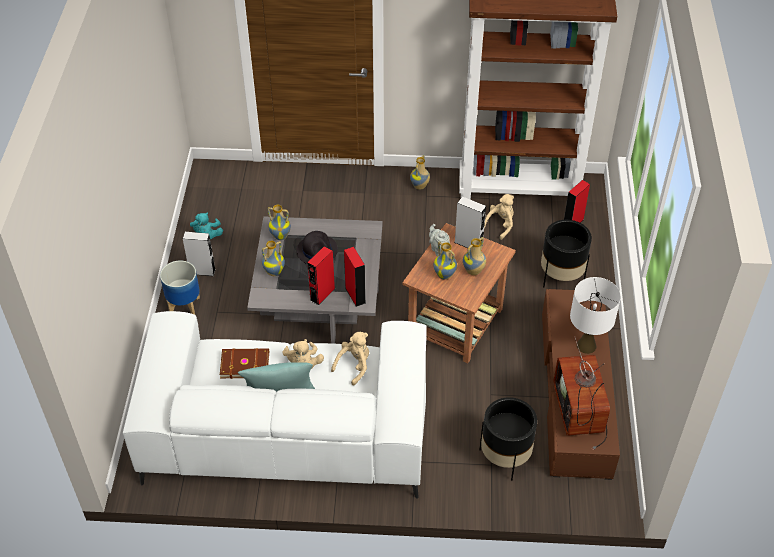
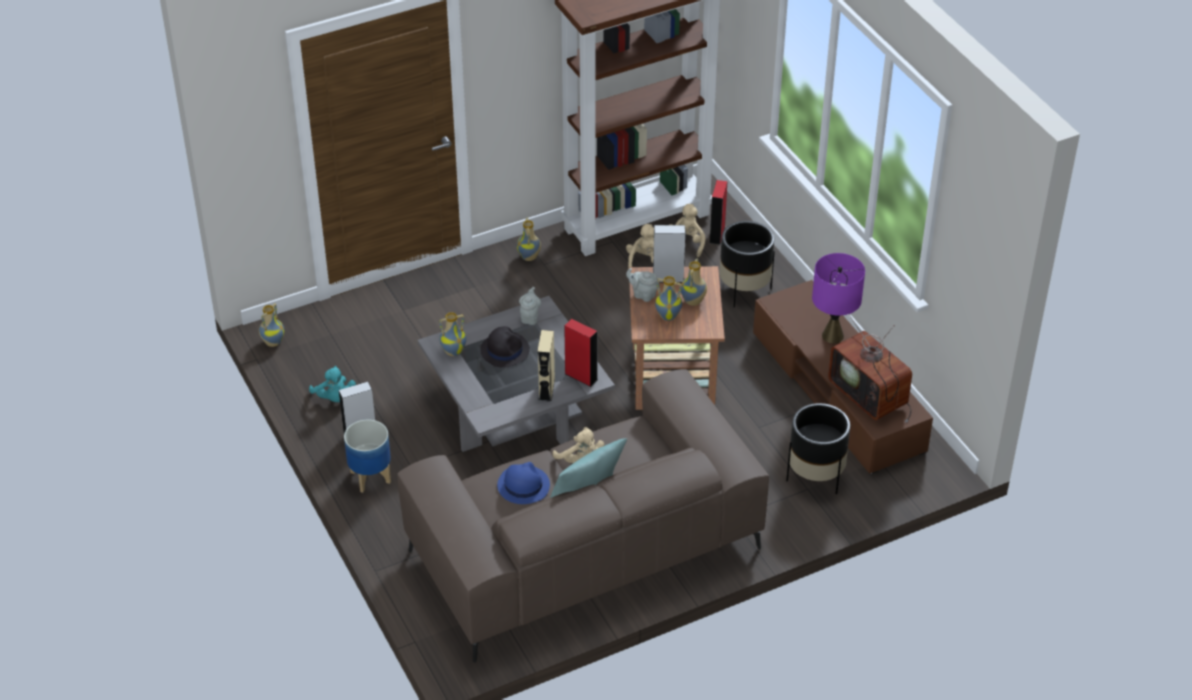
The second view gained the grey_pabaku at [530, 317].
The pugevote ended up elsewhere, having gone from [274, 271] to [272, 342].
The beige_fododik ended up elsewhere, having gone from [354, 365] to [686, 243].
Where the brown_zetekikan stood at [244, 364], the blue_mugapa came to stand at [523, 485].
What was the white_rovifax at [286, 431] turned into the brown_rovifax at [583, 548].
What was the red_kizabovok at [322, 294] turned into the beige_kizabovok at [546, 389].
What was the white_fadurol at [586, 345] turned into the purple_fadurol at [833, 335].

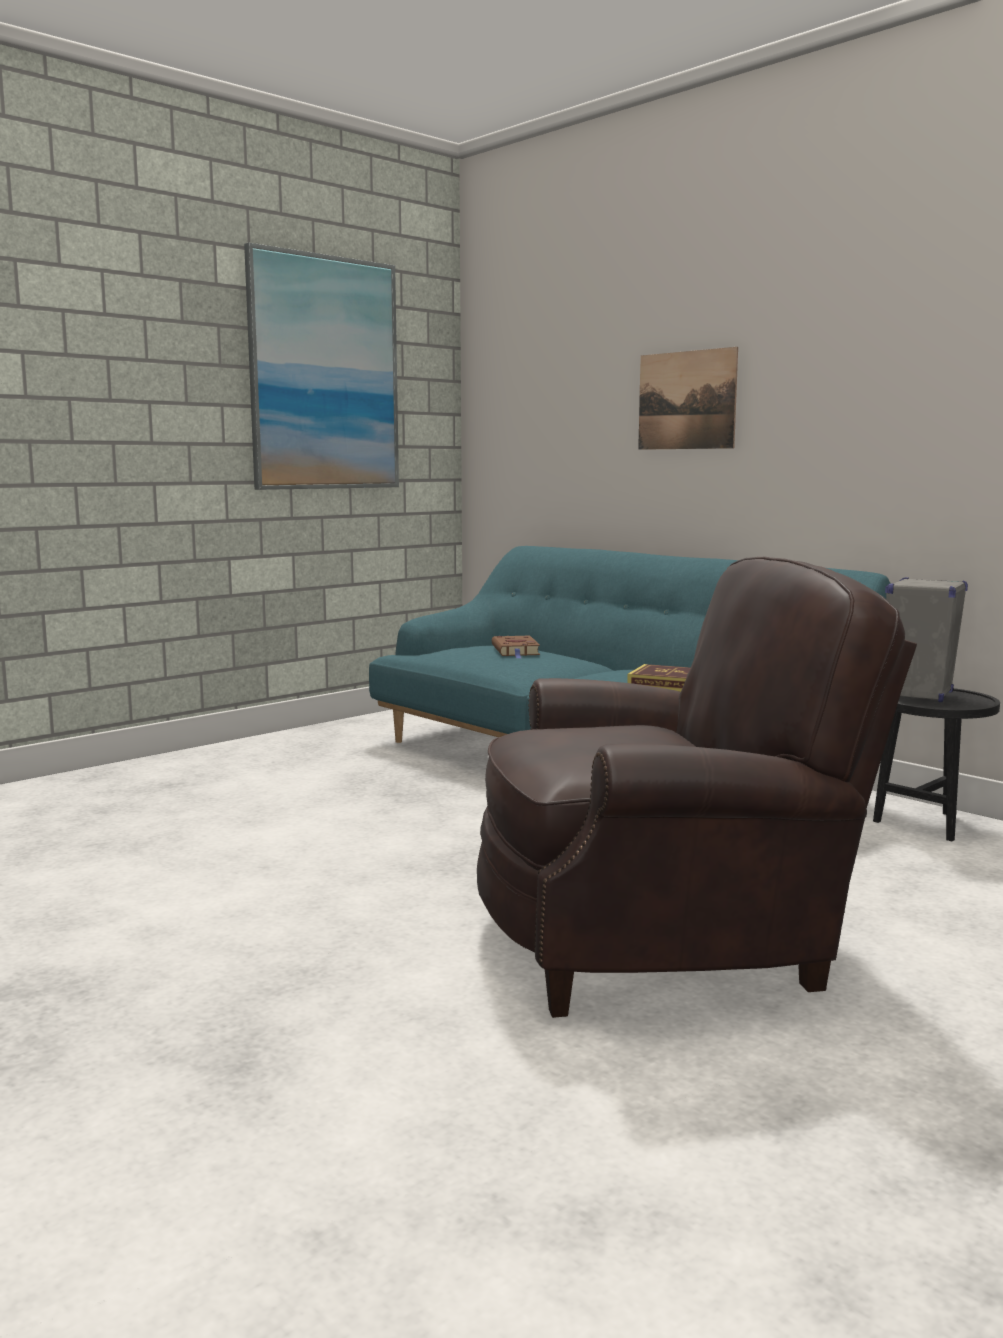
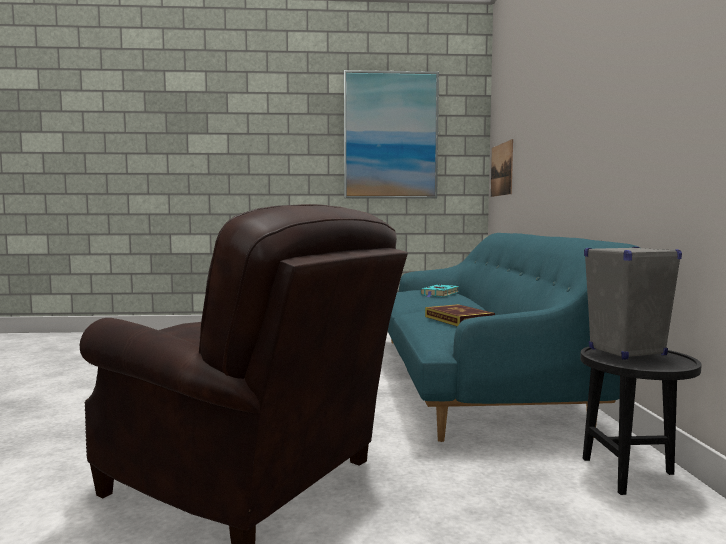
The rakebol ended up elsewhere, having gone from [686, 400] to [501, 169].
What was the brown_zetekikan at [516, 651] turned into the turquoise_zetekikan at [439, 294].

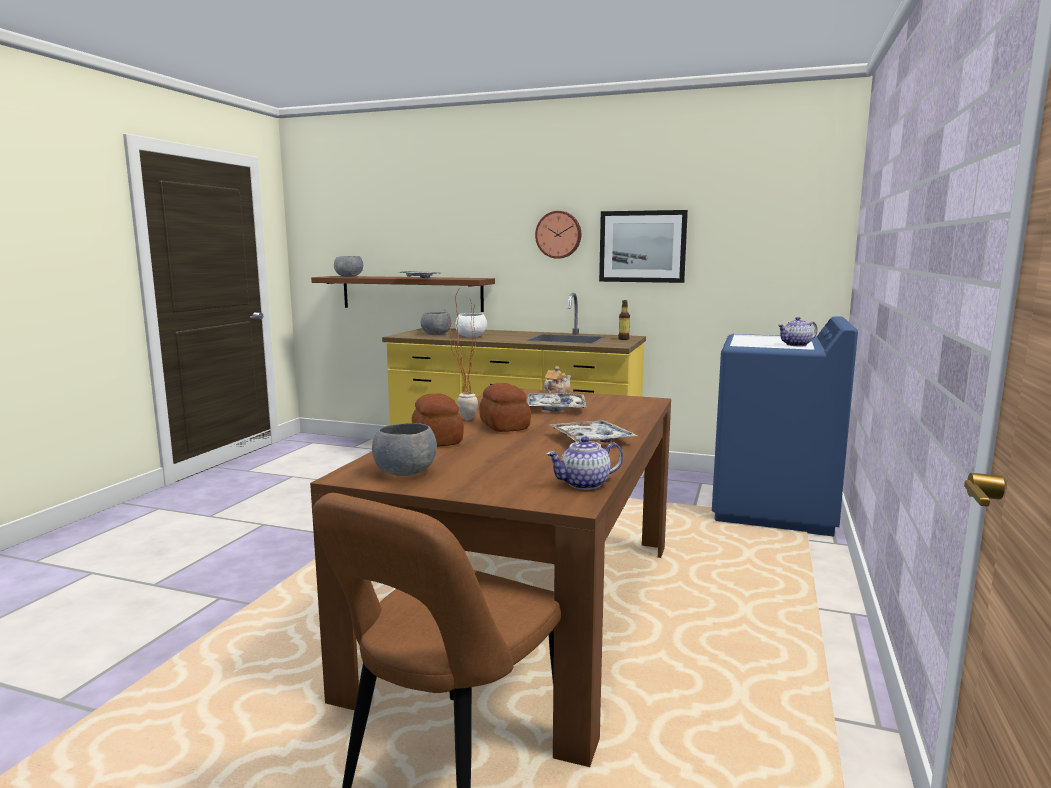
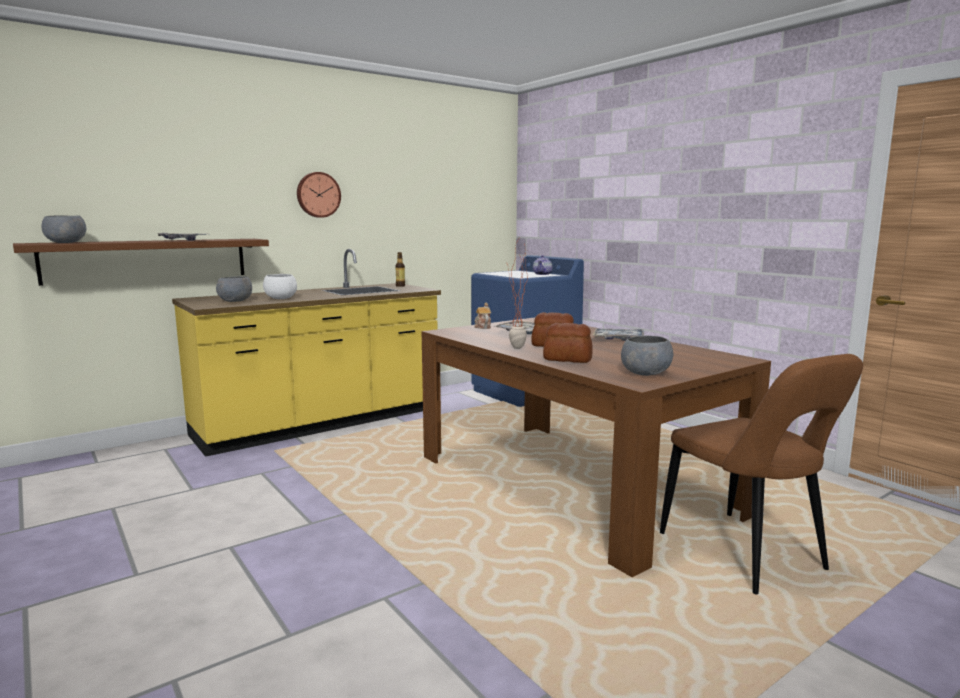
The second view lost the pabaku at [584, 484].
The second view lost the rakebol at [642, 246].

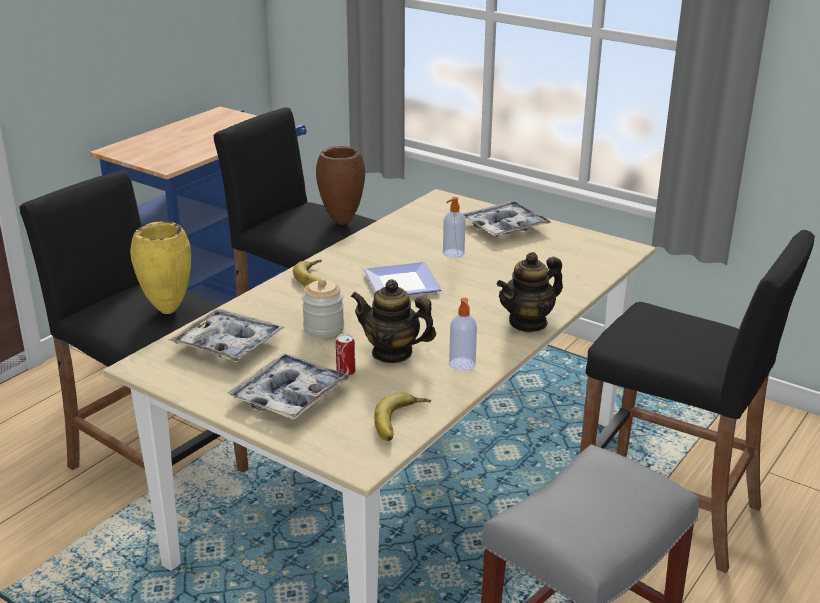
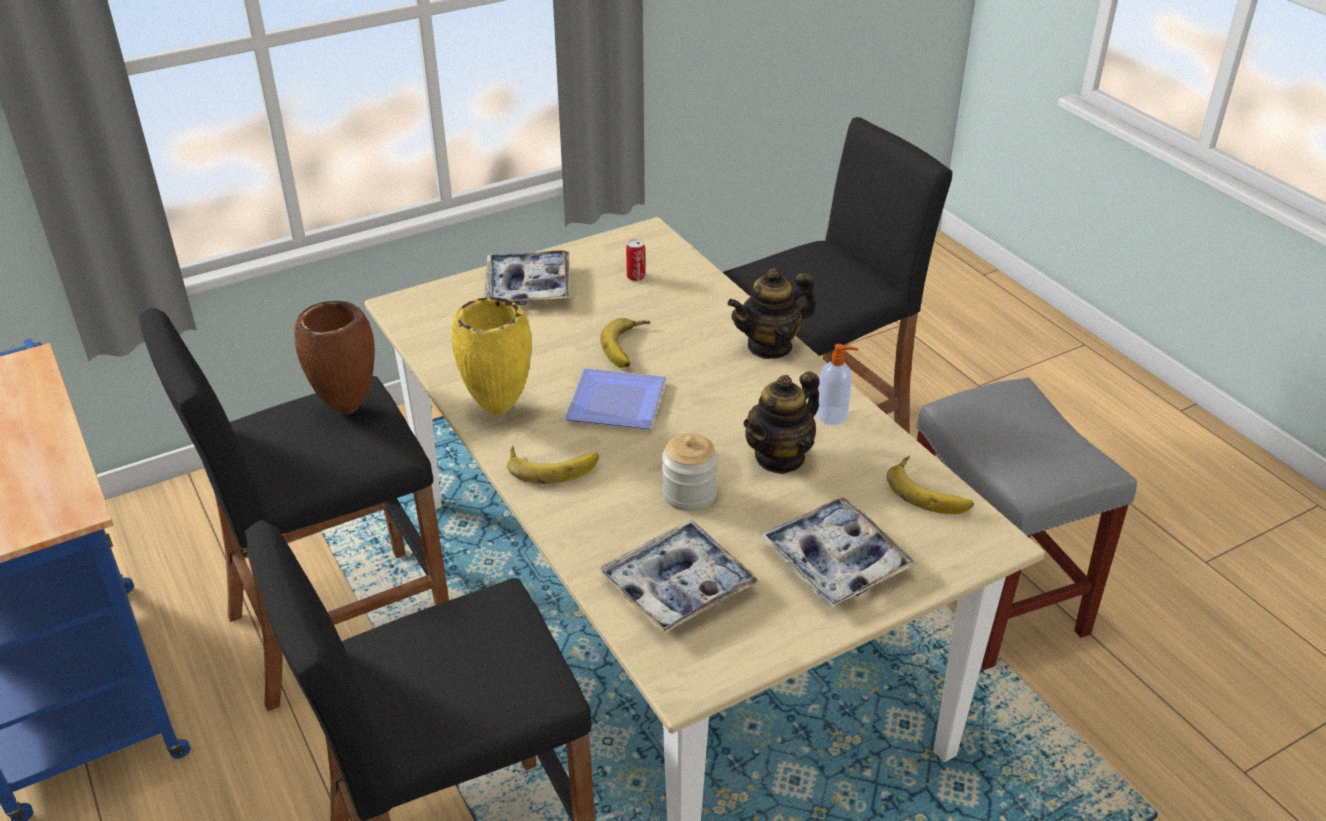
The second view lost the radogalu at [453, 254].
The second view gained the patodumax at [629, 347].
The yellow_pugevote ended up elsewhere, having gone from [166, 311] to [498, 411].
The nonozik ended up elsewhere, having gone from [346, 372] to [636, 277].
The pabaku at [528, 322] ended up facing another way, 75 degrees clockwise from before.

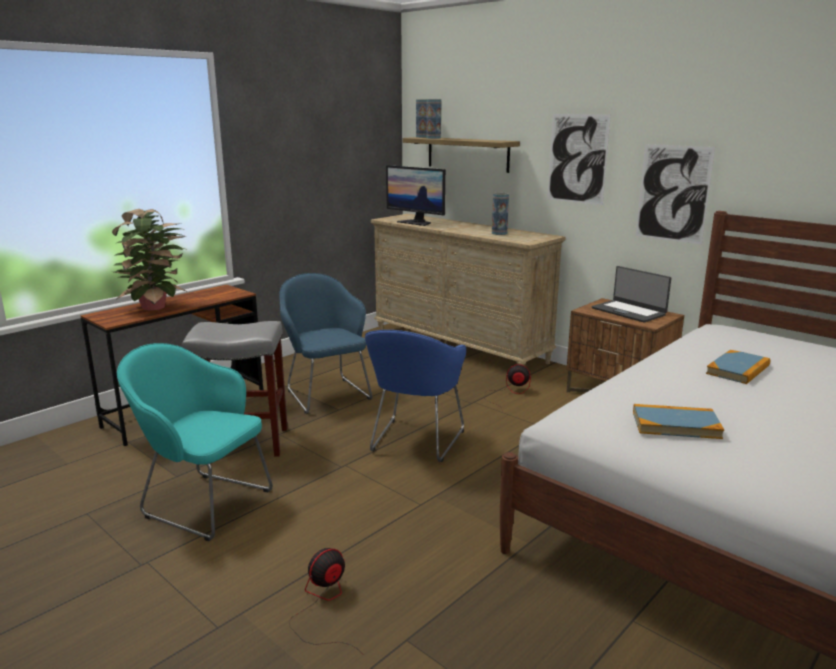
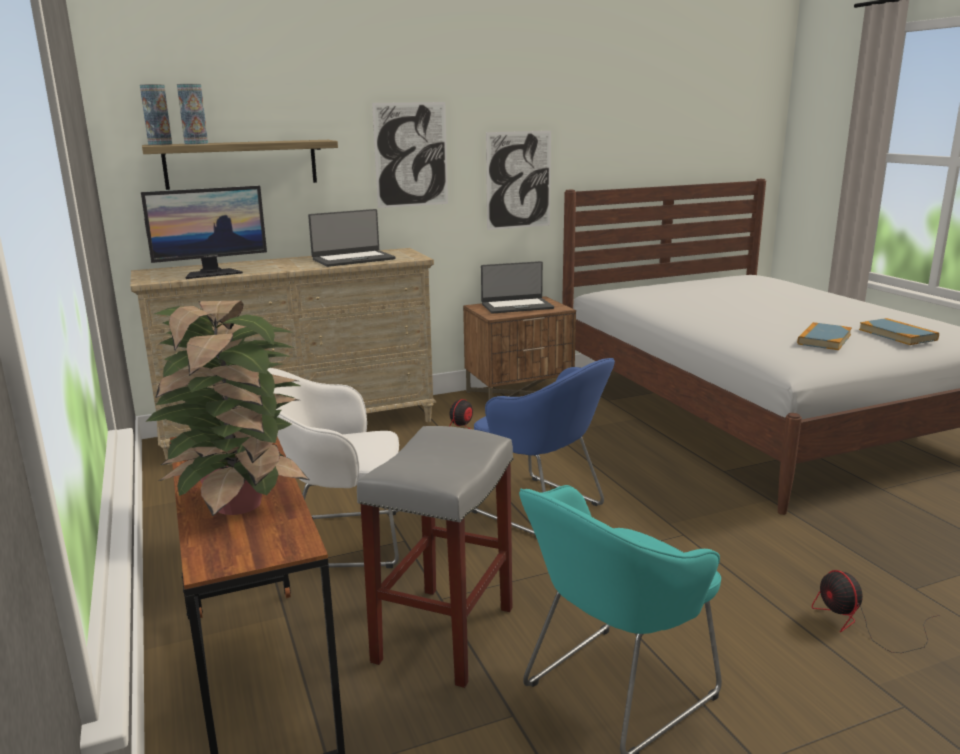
The zetekikan ended up elsewhere, having gone from [738, 370] to [897, 335].
Where the pugevote stood at [499, 233], the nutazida came to stand at [353, 259].
What was the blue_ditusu at [326, 393] turned into the white_ditusu at [340, 541].

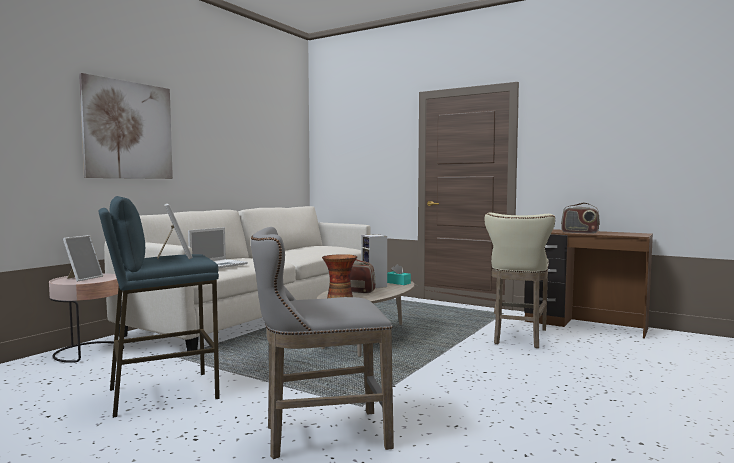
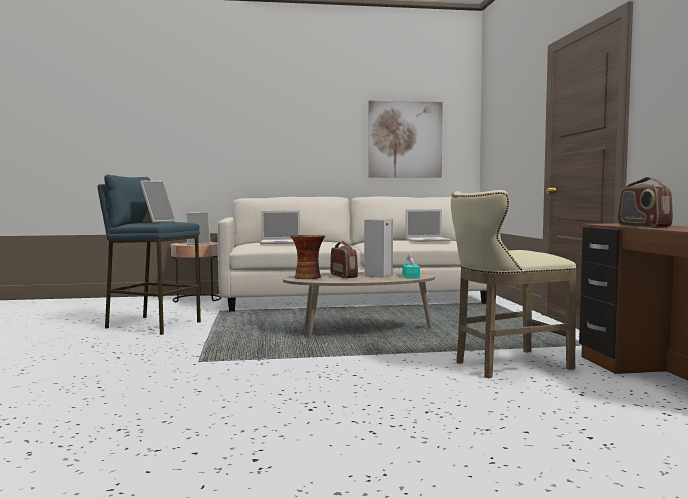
The second view lost the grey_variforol at [319, 436].
The second view gained the nutazida at [428, 240].
The rakebol ended up elsewhere, having gone from [128, 130] to [405, 139].

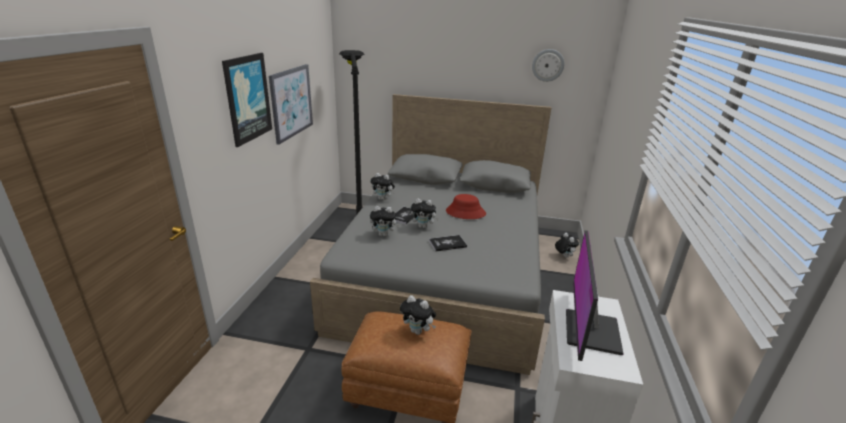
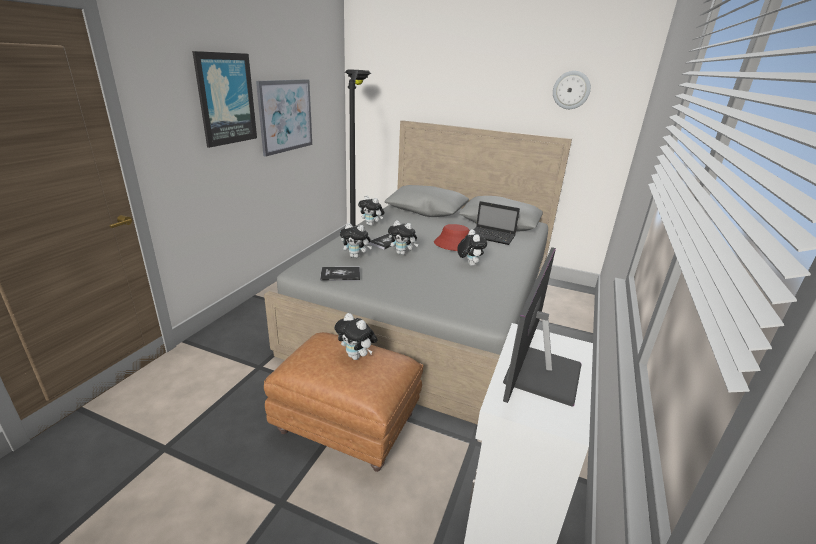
The second view gained the nutazida at [492, 237].
The zetekikan ended up elsewhere, having gone from [447, 244] to [340, 274].
The fododik ended up elsewhere, having gone from [563, 256] to [469, 264].

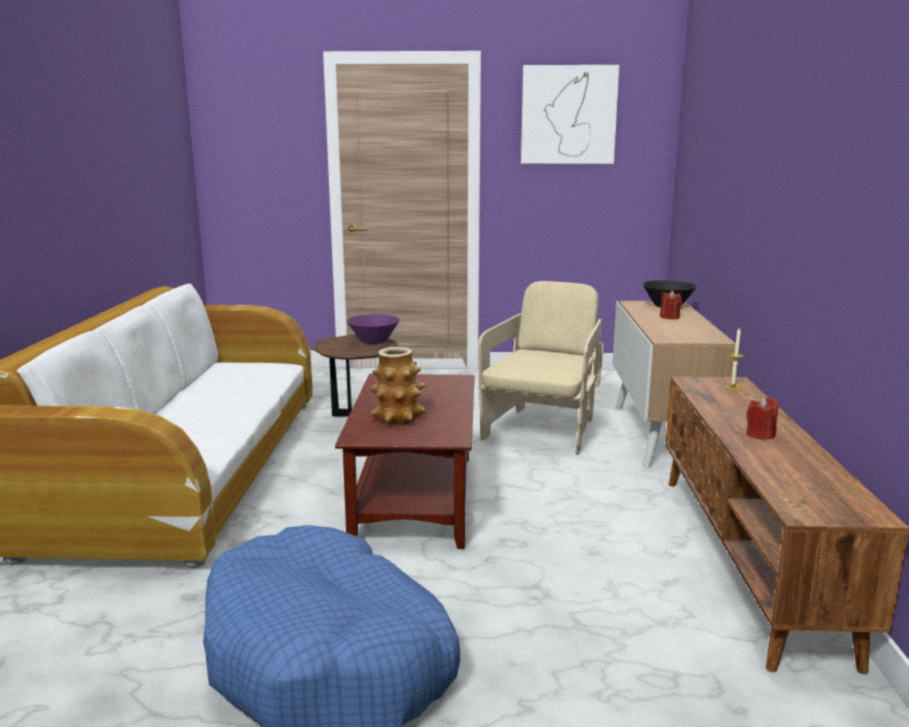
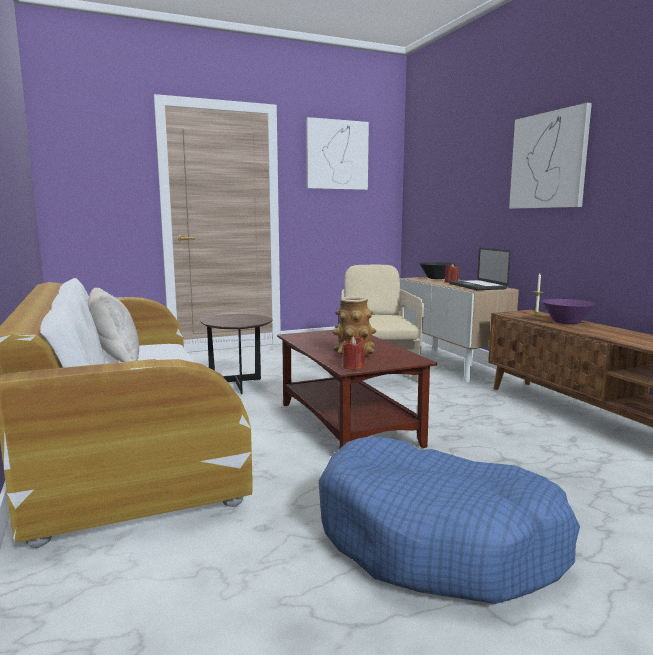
The second view gained the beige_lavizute at [115, 358].
The second view gained the nutazida at [477, 286].
The second view gained the rakebol at [548, 160].
The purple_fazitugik ended up elsewhere, having gone from [373, 341] to [566, 322].
The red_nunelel ended up elsewhere, having gone from [760, 435] to [353, 367].

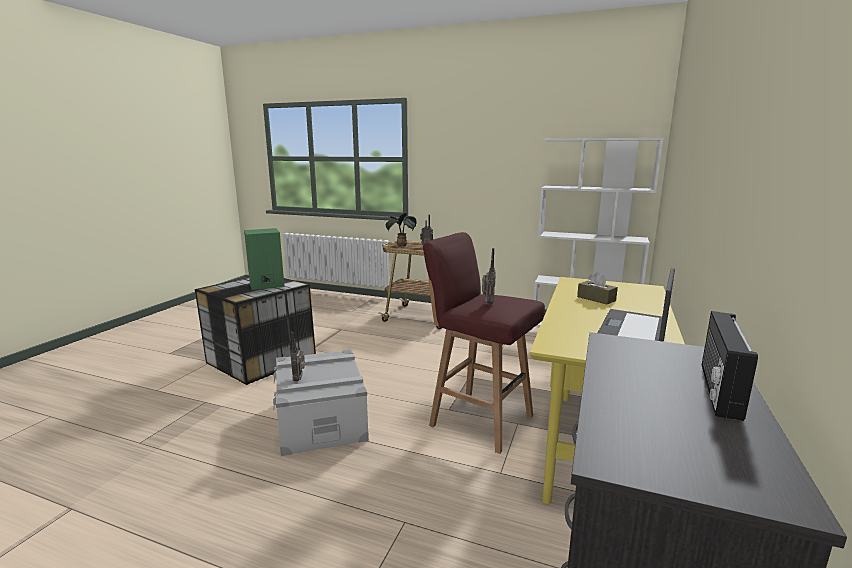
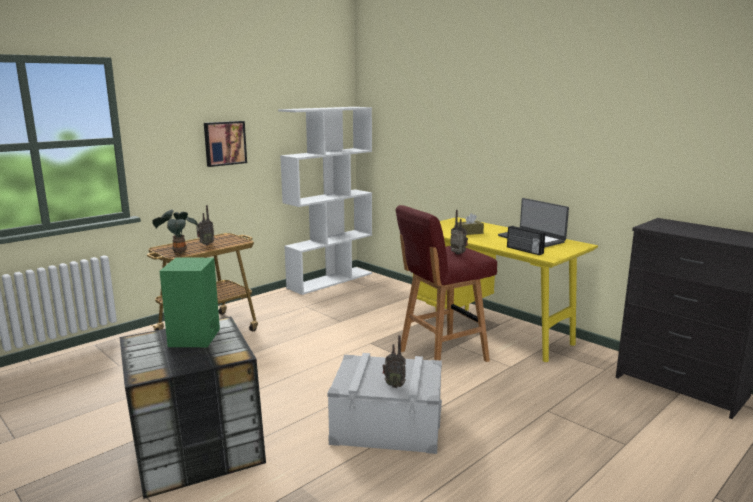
The second view gained the rakebol at [224, 143].
The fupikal ended up elsewhere, having gone from [717, 389] to [524, 250].

